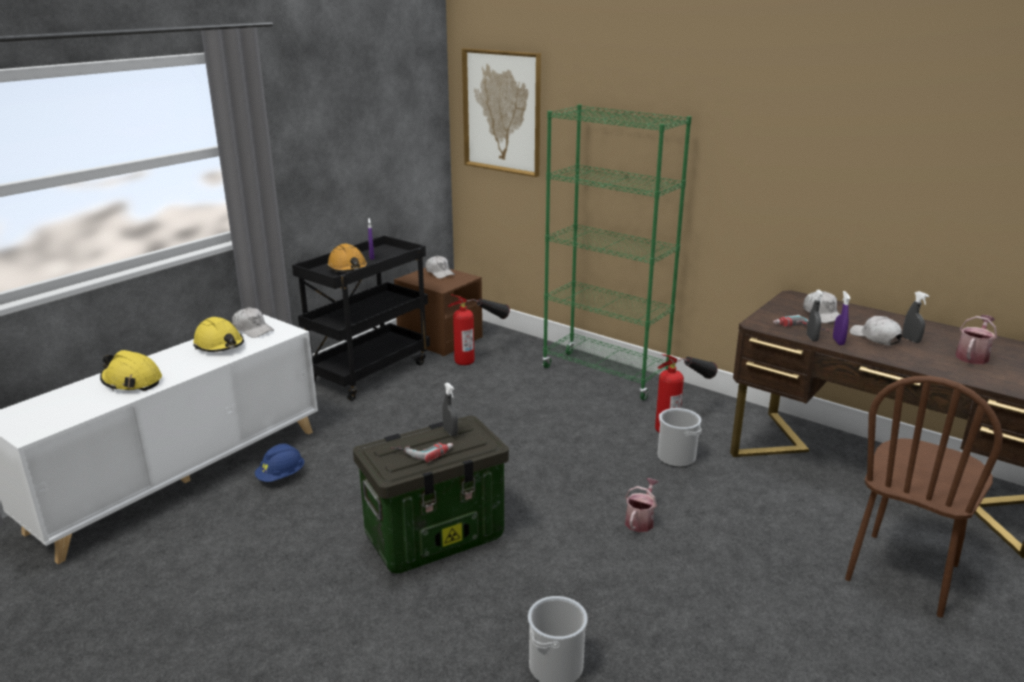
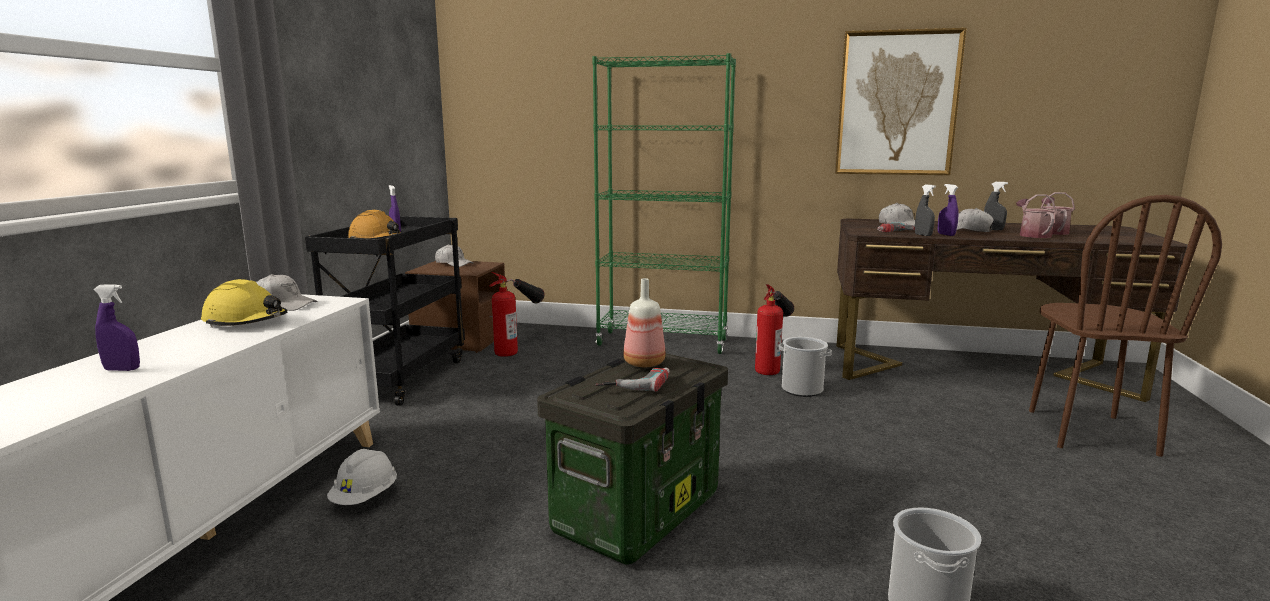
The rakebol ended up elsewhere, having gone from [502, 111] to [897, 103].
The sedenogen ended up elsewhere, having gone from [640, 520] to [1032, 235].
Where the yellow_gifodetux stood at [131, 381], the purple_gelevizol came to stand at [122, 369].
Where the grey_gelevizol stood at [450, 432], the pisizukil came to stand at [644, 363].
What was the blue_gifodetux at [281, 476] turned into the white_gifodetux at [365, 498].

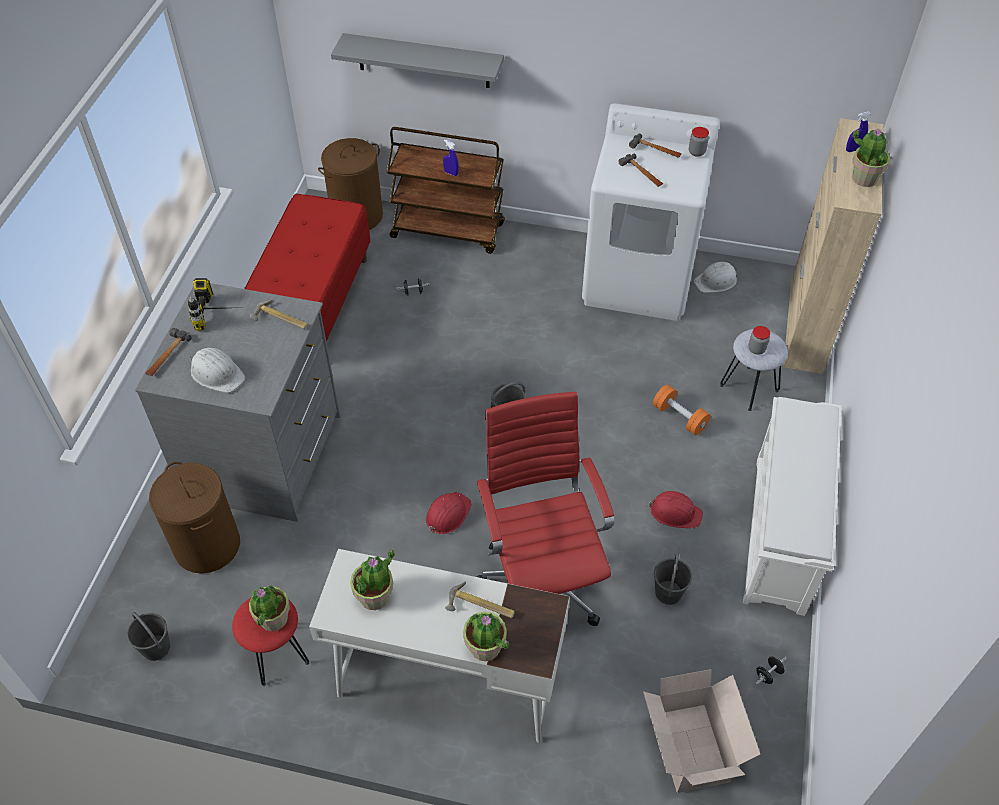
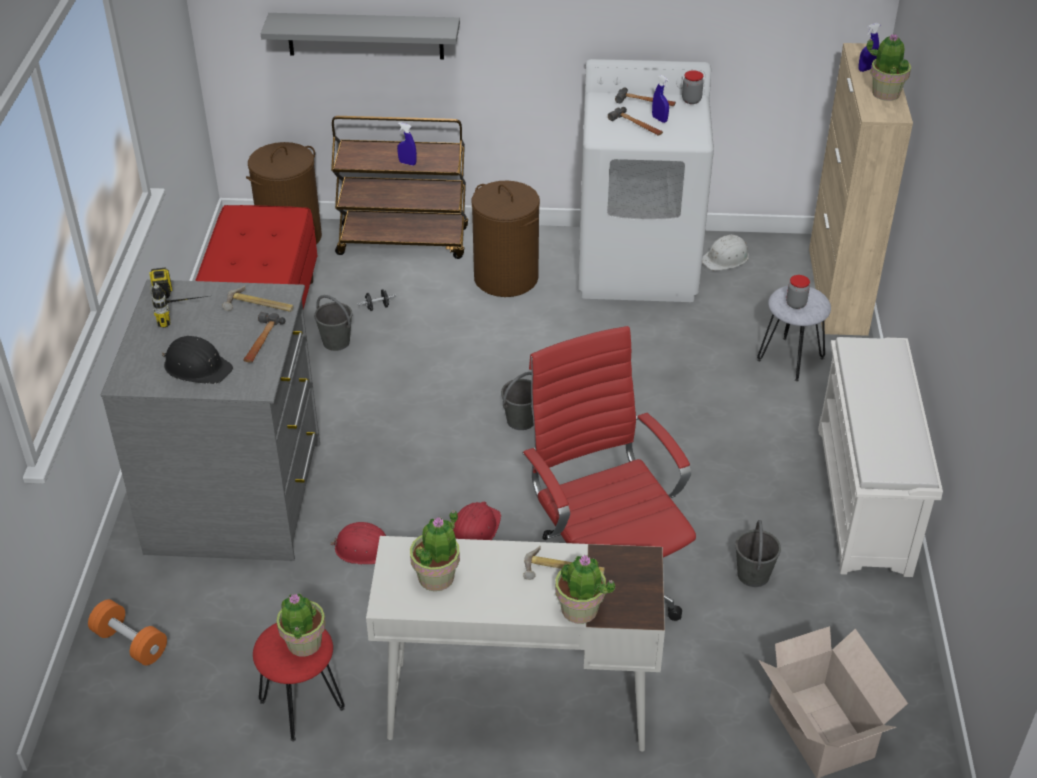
The second view lost the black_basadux at [768, 674].
The second view gained the blue_gelevizol at [659, 119].
The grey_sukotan ended up elsewhere, having gone from [155, 647] to [336, 342].
The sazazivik ended up elsewhere, having gone from [166, 355] to [261, 341].
The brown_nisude ended up elsewhere, having gone from [207, 545] to [506, 278].
The red_gifodetux ended up elsewhere, having gone from [675, 512] to [365, 548].
The orange_basadux ended up elsewhere, having gone from [679, 417] to [130, 643].
What was the white_gifodetux at [217, 373] turned into the black_gifodetux at [197, 367].

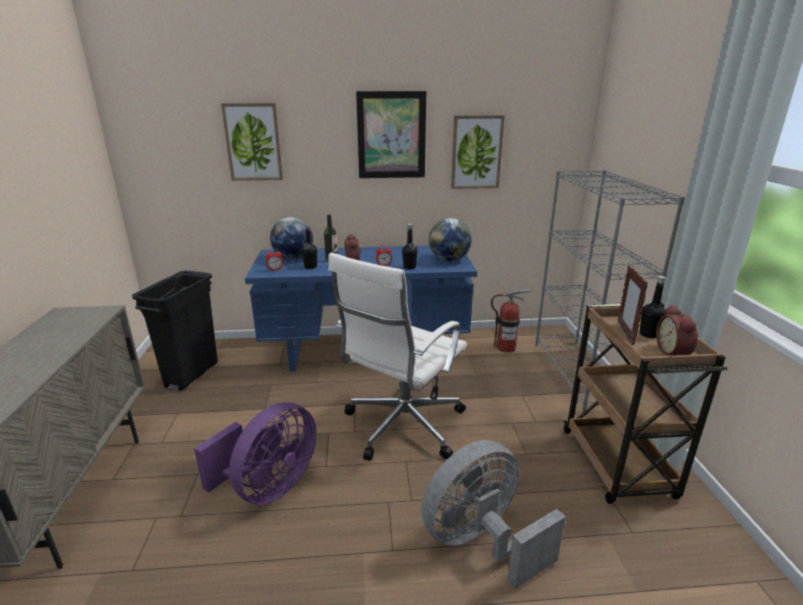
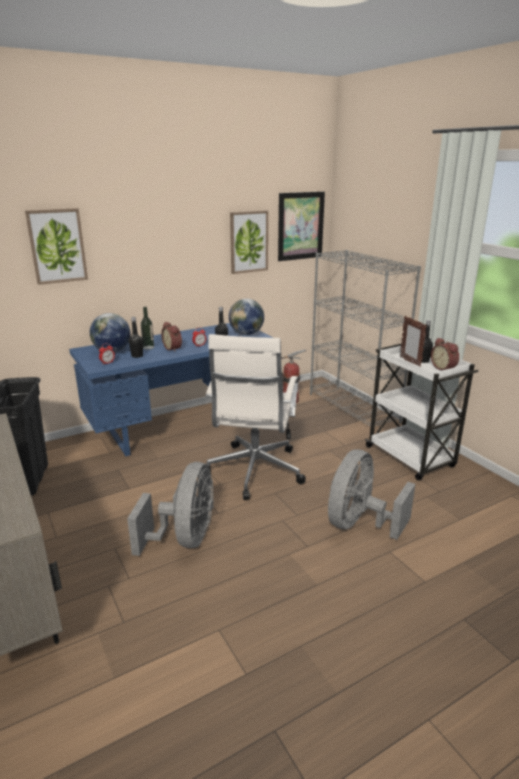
The rakebol ended up elsewhere, having gone from [391, 135] to [300, 226].
What was the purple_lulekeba at [269, 487] turned into the grey_lulekeba at [185, 538].
What was the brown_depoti at [618, 465] turned into the white_depoti at [411, 458].

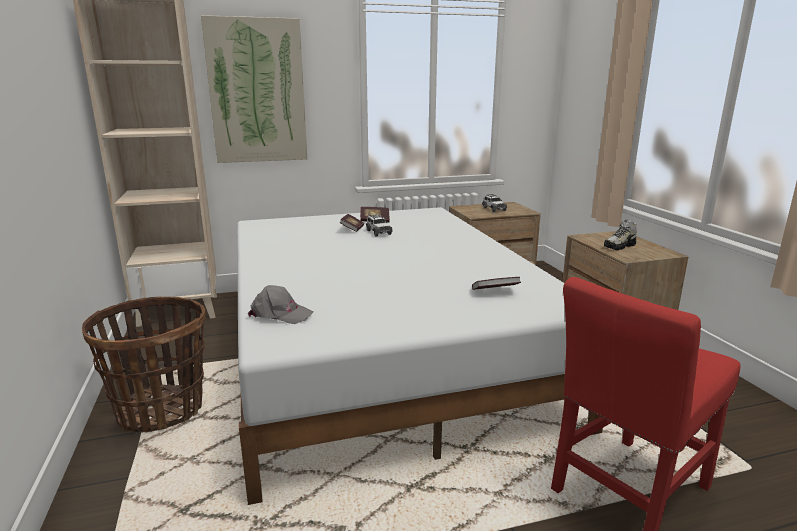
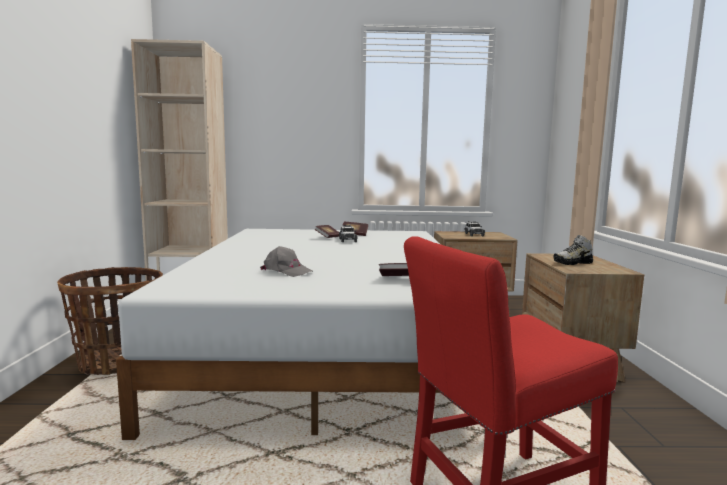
The second view lost the rakebol at [257, 91].
The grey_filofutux ended up elsewhere, having gone from [280, 314] to [286, 271].

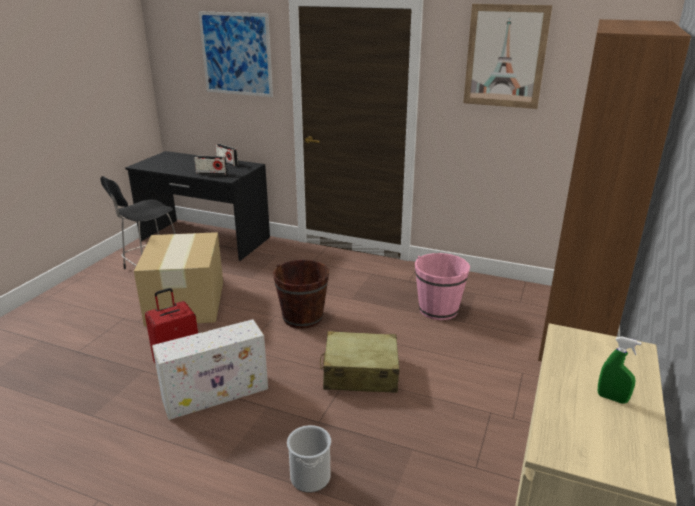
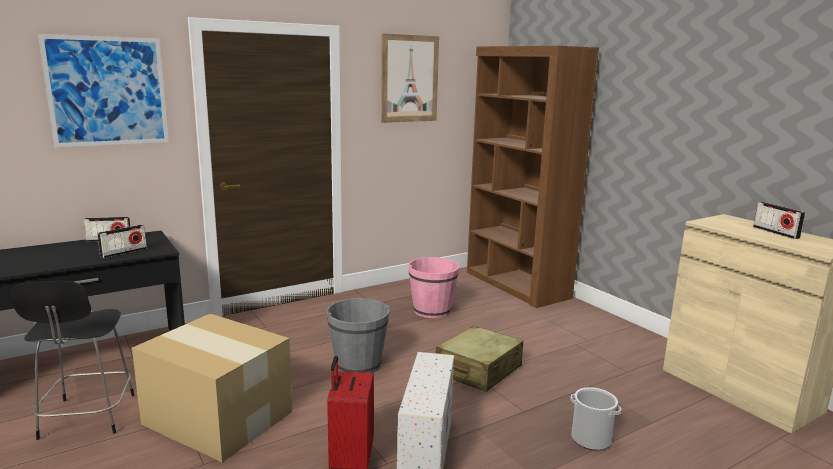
Where the green_gelevizol stood at [612, 398], the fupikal came to stand at [776, 232].
What was the brown_sukotan at [303, 317] turned into the grey_sukotan at [358, 364].

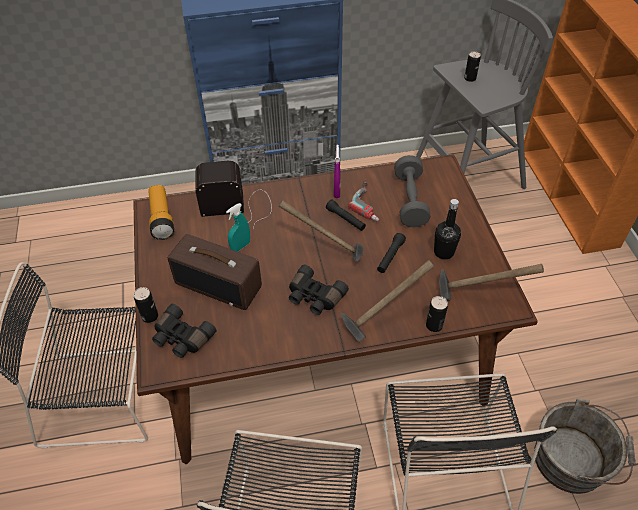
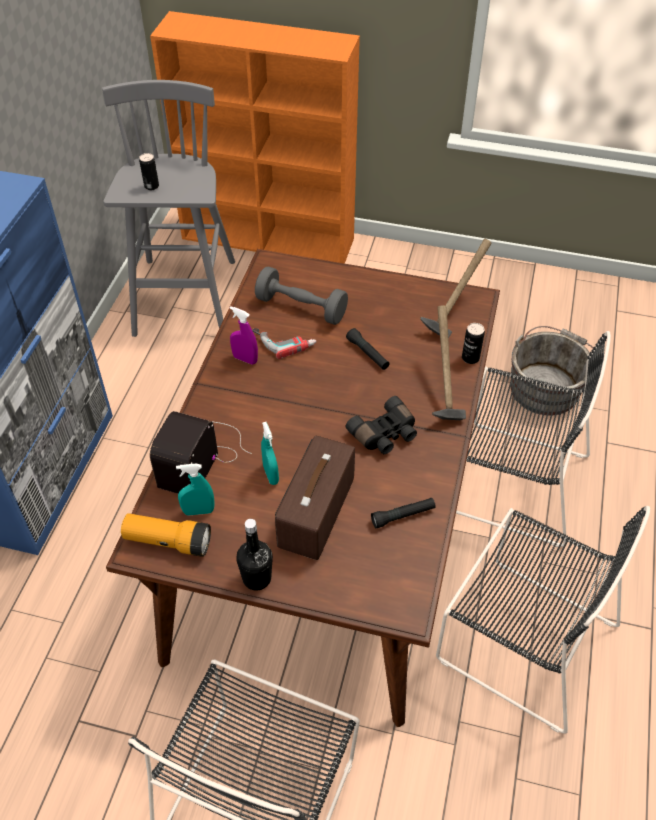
The second view lost the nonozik at [150, 316].
The second view lost the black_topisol at [181, 338].
The second view lost the sazazivik at [325, 251].
The second view gained the turquoise_gelevizol at [198, 511].
The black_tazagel ended up elsewhere, having gone from [345, 219] to [403, 516].
The black_pisizukil ended up elsewhere, having gone from [443, 252] to [257, 578].
The fupikal at [219, 284] ended up facing another way, 150 degrees clockwise from before.

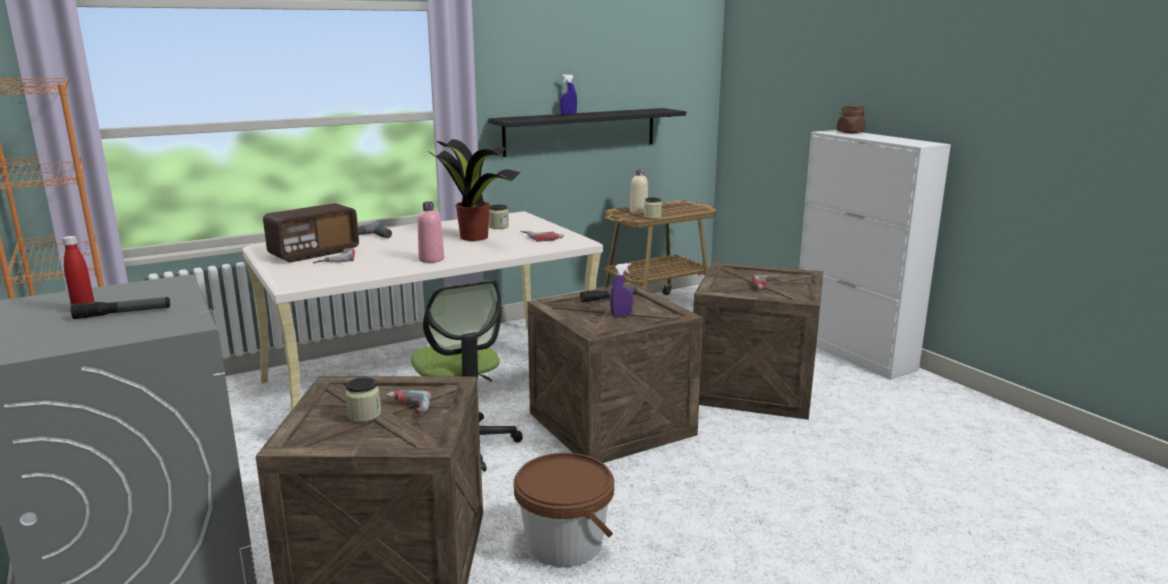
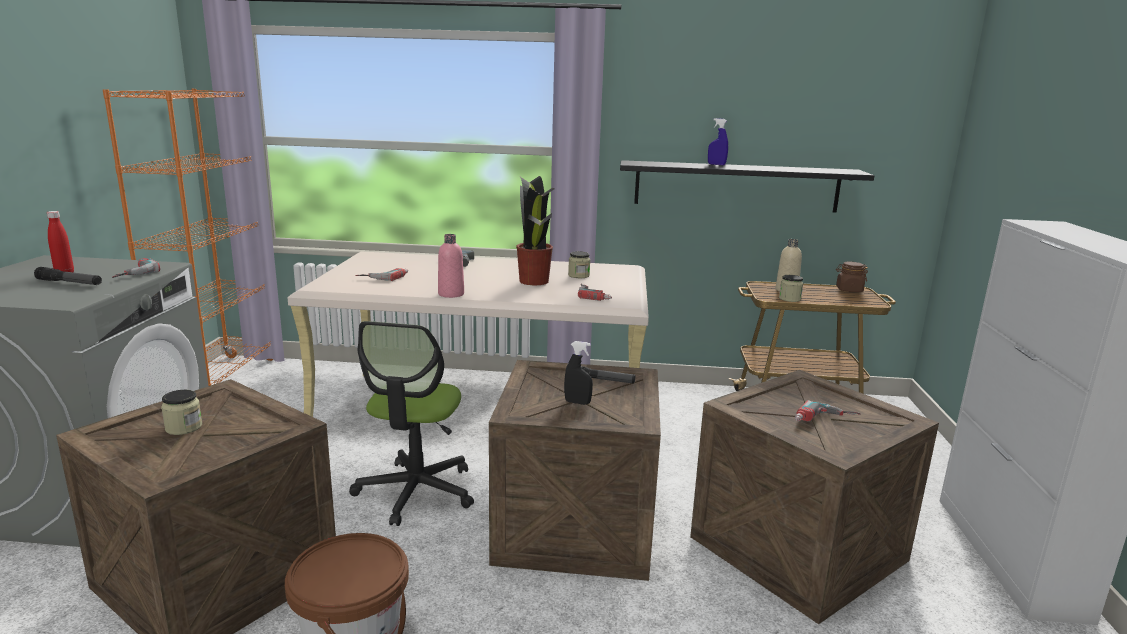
The second view lost the fupikal at [314, 253].
The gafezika ended up elsewhere, having gone from [406, 411] to [131, 273].
The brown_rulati ended up elsewhere, having gone from [850, 132] to [849, 290].
What was the purple_gelevizol at [621, 315] turned into the black_gelevizol at [577, 402].

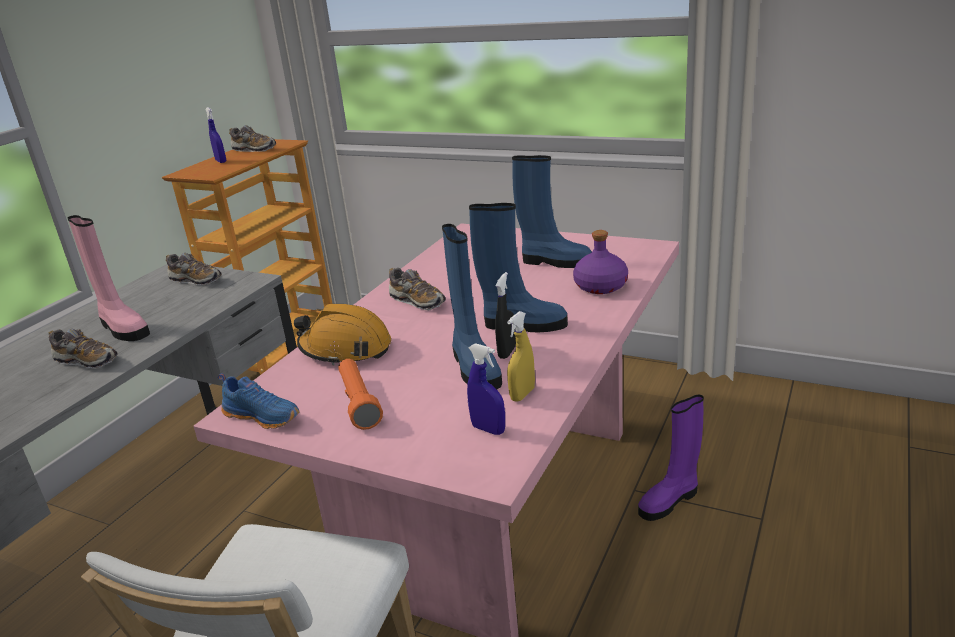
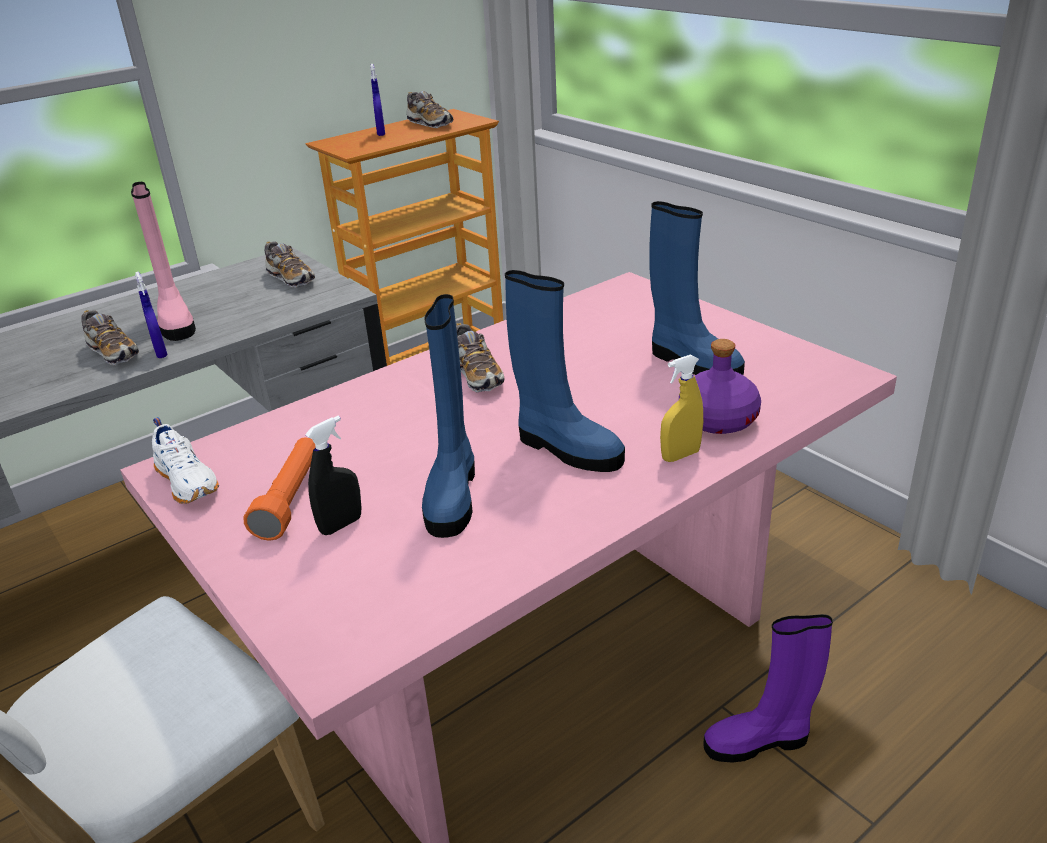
The second view lost the orange_gifodetux at [345, 349].
The blue_gelevizol ended up elsewhere, having gone from [488, 429] to [161, 353].
The black_gelevizol ended up elsewhere, having gone from [507, 352] to [341, 525].
The yellow_gelevizol ended up elsewhere, having gone from [522, 394] to [680, 455].
What was the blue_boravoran at [263, 416] turned into the white_boravoran at [188, 481].

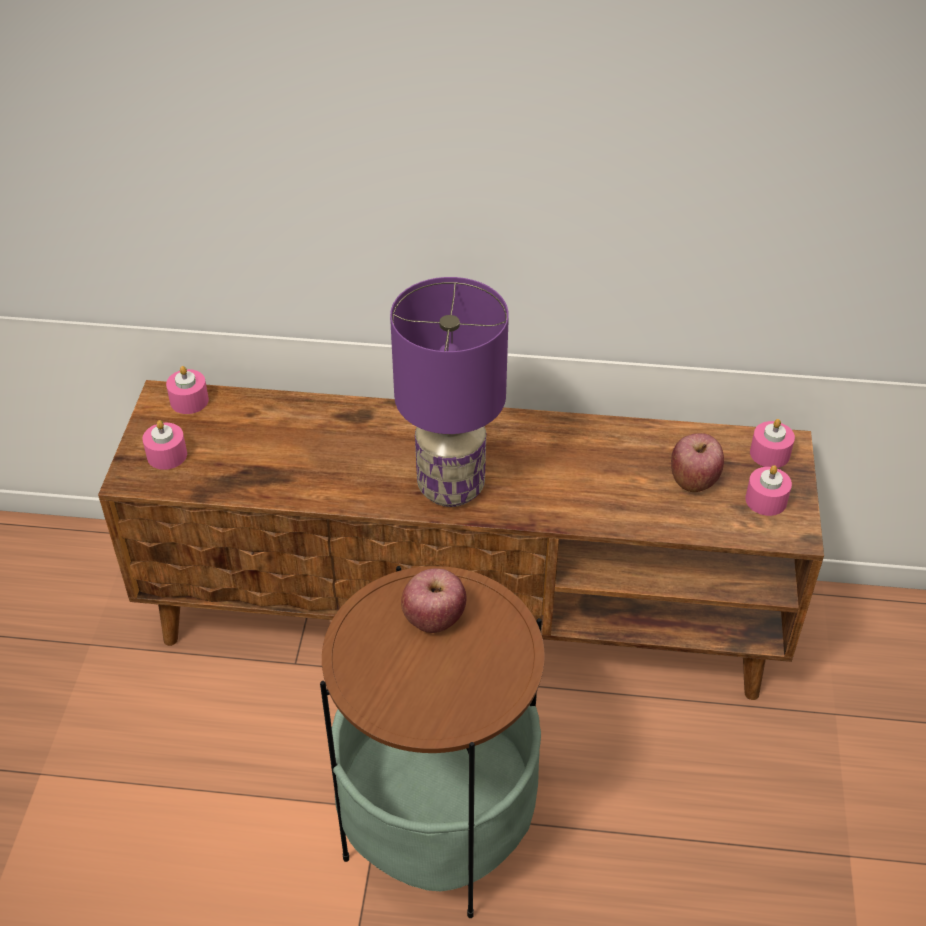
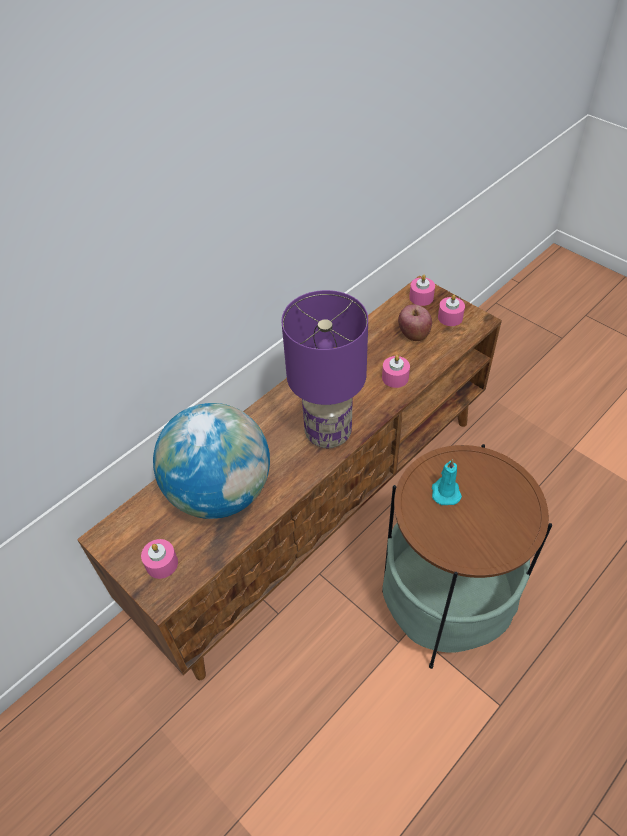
The second view gained the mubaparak at [220, 492].
The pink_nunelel ended up elsewhere, having gone from [189, 400] to [395, 377].
Where the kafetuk stood at [434, 618], the turquoise_nunelel came to stand at [445, 491].

